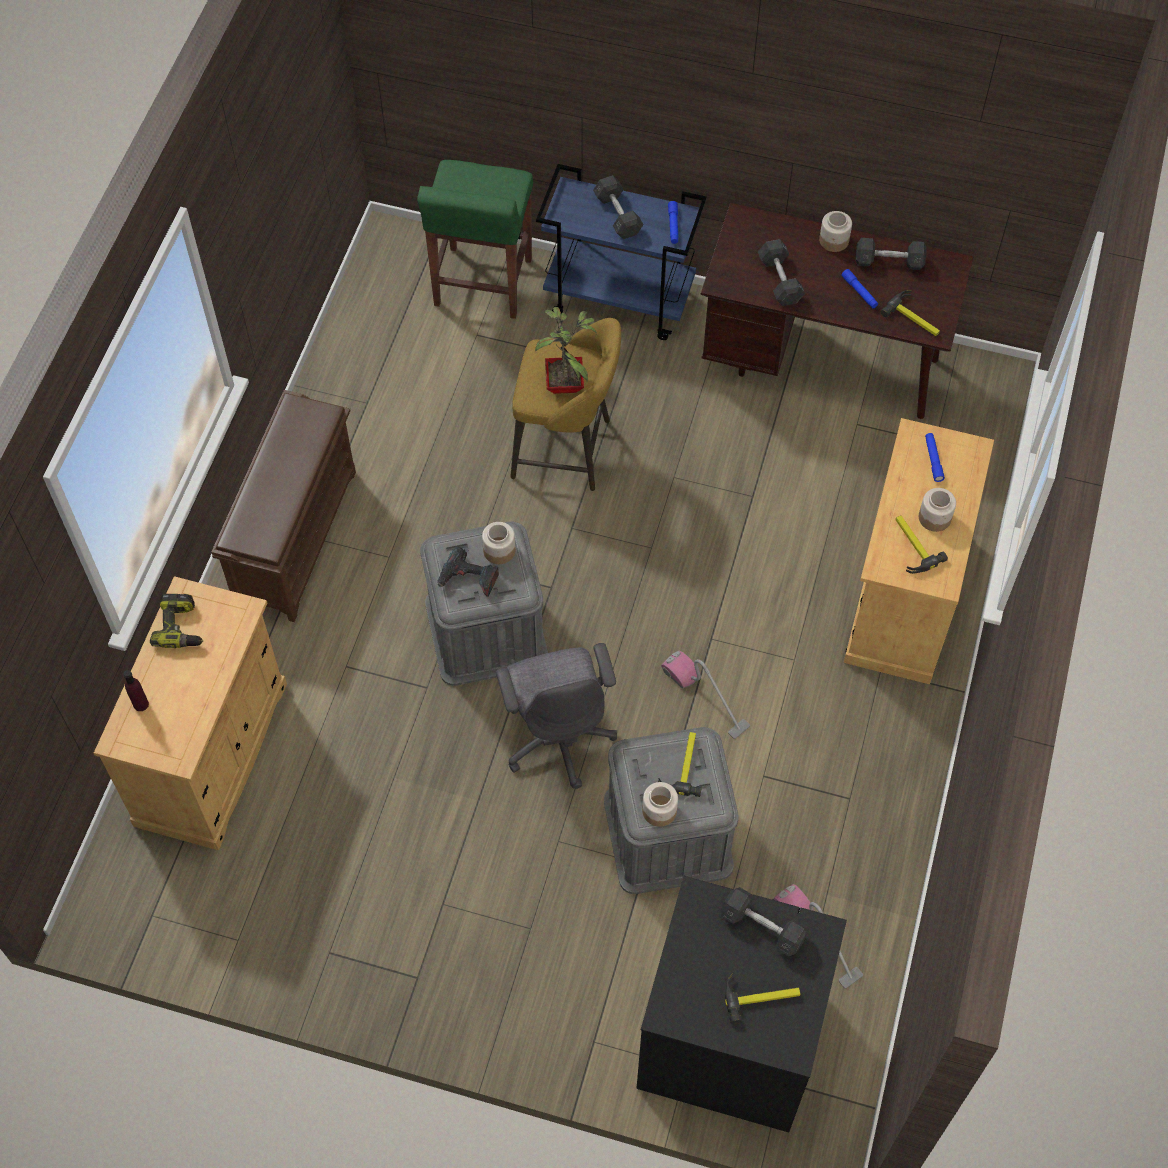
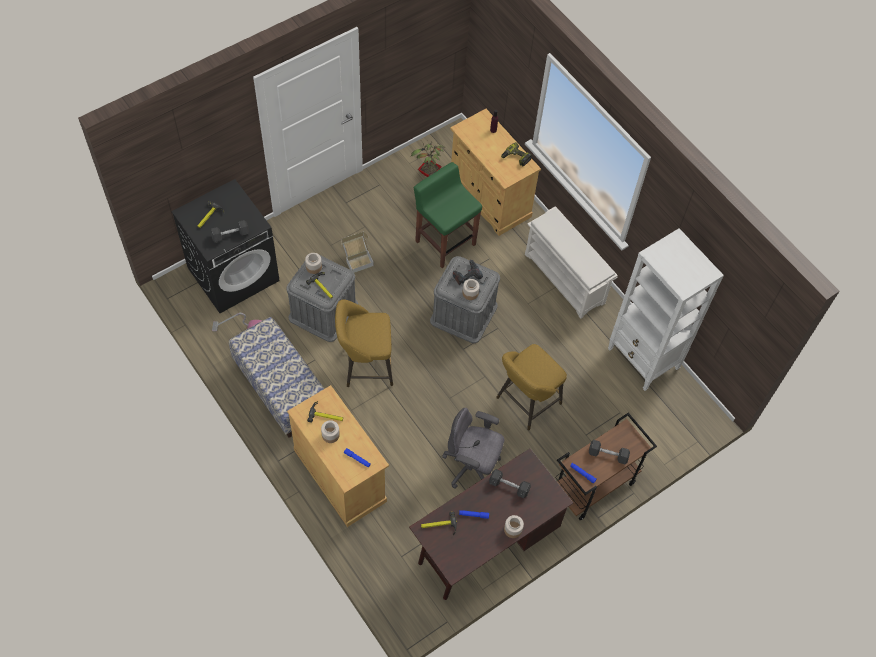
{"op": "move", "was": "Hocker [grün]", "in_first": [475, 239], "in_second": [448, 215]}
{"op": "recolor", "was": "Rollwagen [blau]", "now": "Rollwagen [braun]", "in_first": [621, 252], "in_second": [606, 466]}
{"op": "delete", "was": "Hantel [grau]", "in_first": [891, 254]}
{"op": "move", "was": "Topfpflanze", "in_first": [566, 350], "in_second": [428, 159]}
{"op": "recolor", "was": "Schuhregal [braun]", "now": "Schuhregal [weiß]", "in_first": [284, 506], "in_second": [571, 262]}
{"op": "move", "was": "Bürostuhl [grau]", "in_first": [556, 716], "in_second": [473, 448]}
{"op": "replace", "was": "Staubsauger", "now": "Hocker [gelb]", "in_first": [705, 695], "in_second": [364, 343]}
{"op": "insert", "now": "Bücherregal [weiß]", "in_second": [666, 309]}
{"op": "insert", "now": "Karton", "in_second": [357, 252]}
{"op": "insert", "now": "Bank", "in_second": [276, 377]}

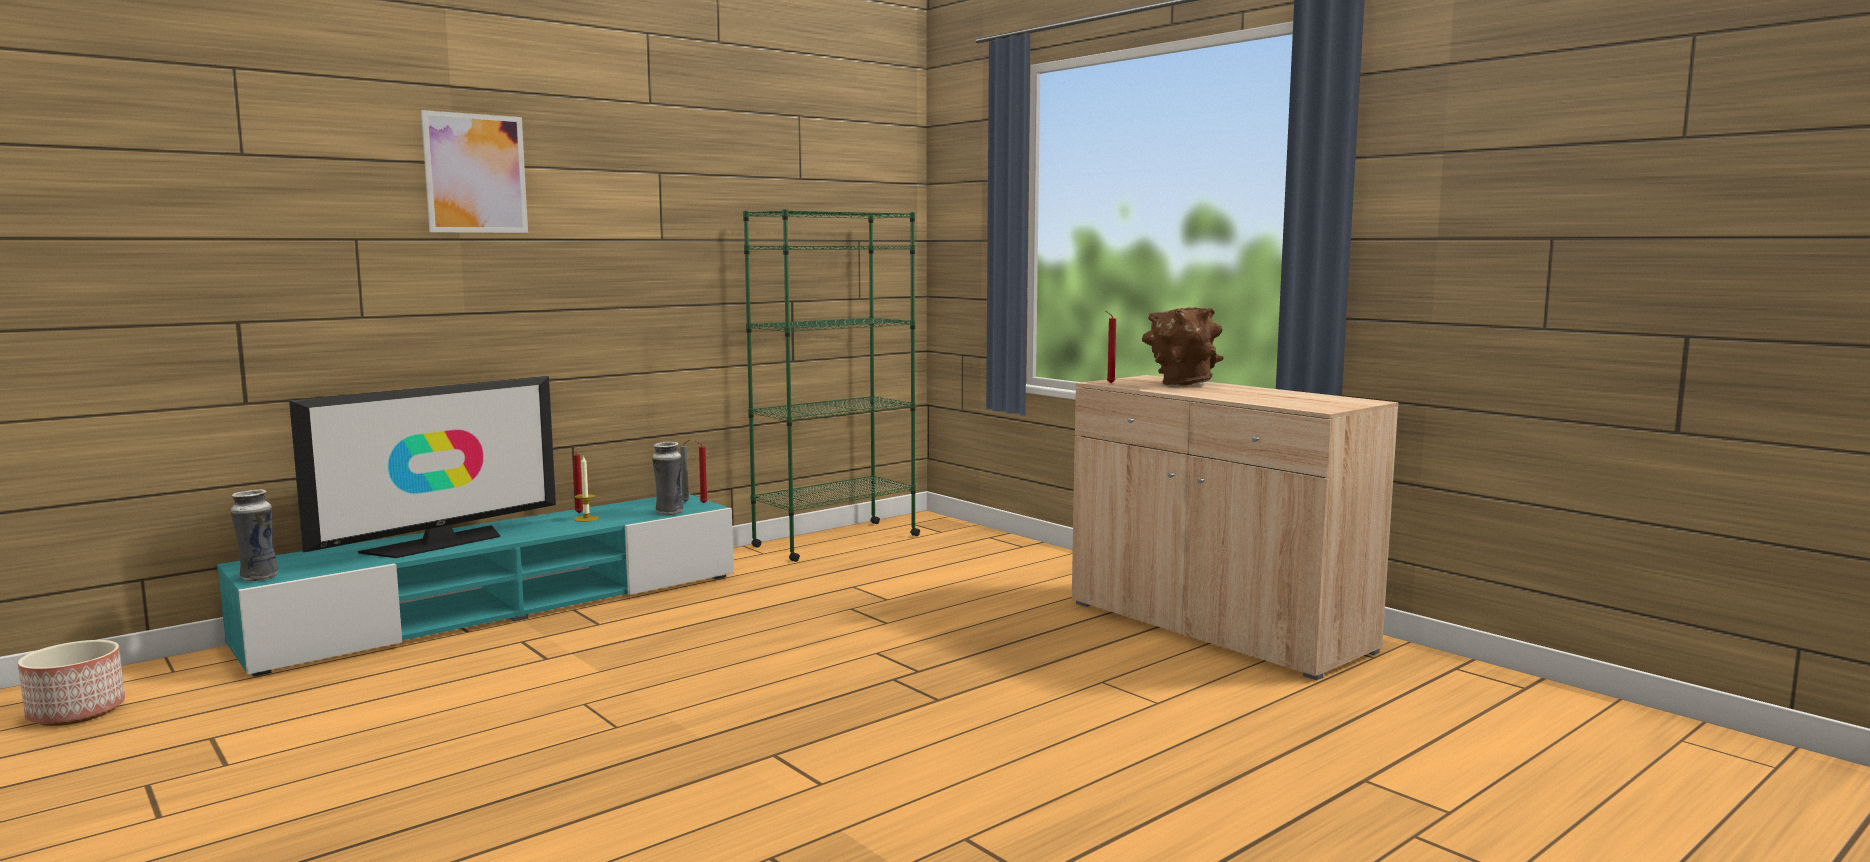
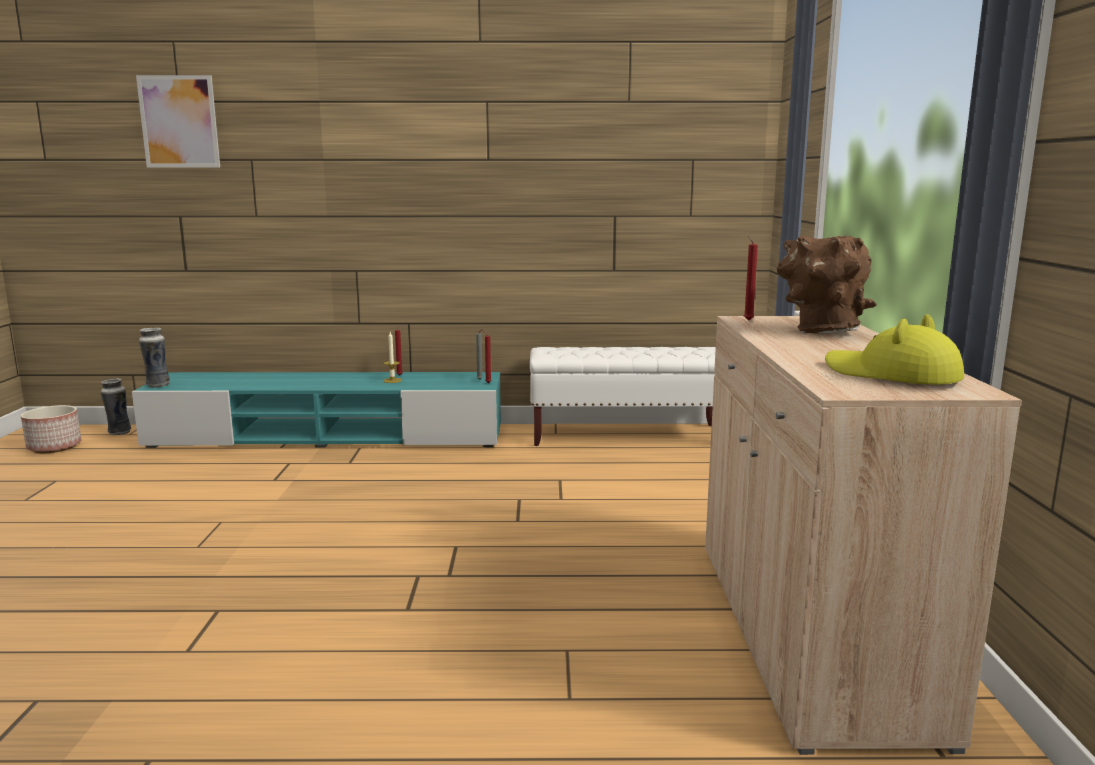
{"op": "move", "was": "Bild", "in_first": [474, 171], "in_second": [178, 121]}
{"op": "replace", "was": "Bücherregal [grün]", "now": "Bank [weiß]", "in_first": [831, 385], "in_second": [622, 396]}
{"op": "delete", "was": "Fernseher", "in_first": [422, 467]}
{"op": "move", "was": "Vase", "in_first": [668, 478], "in_second": [116, 406]}
{"op": "insert", "now": "Hut [gelb]", "in_second": [894, 349]}

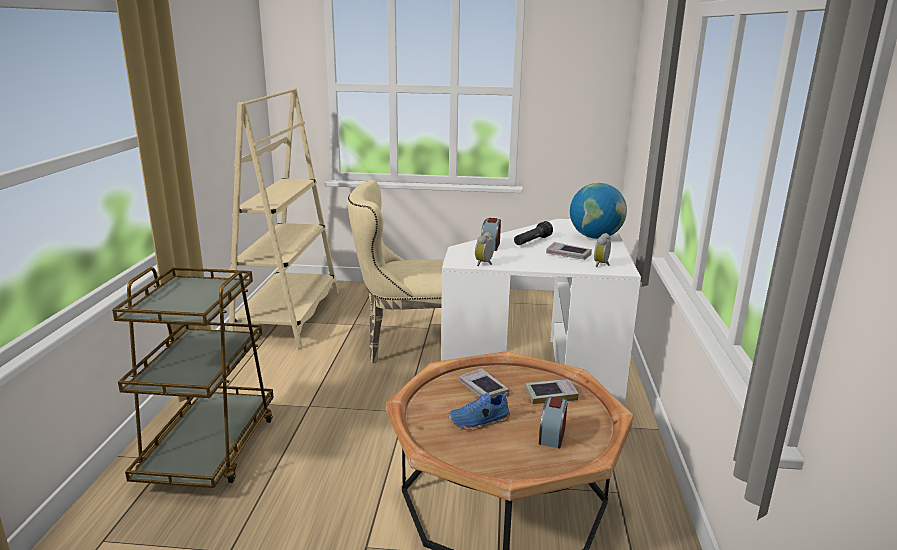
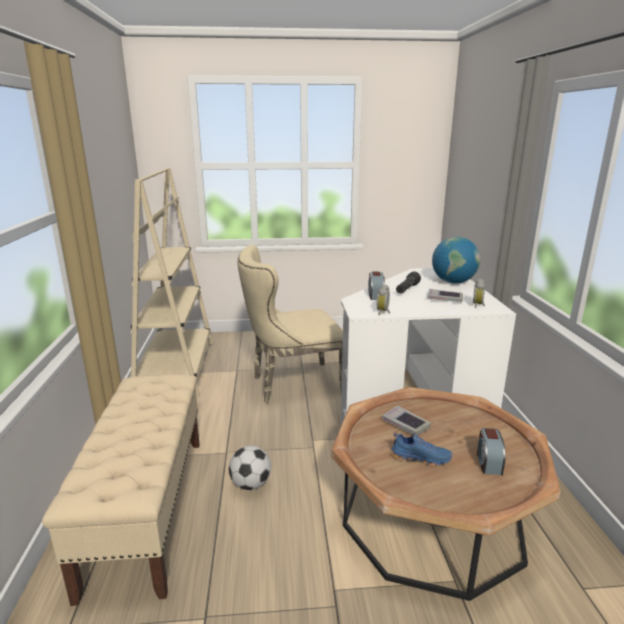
{"op": "replace", "was": "Rollwagen [braun]", "now": "Bank [beige]", "in_first": [193, 377], "in_second": [121, 490]}
{"op": "delete", "was": "Buch", "in_first": [552, 391]}
{"op": "rotate", "was": "Schuh [blau]", "in_first": [479, 411], "in_second": [422, 449], "clockwise": -135}
{"op": "insert", "now": "Fußball", "in_second": [250, 468]}

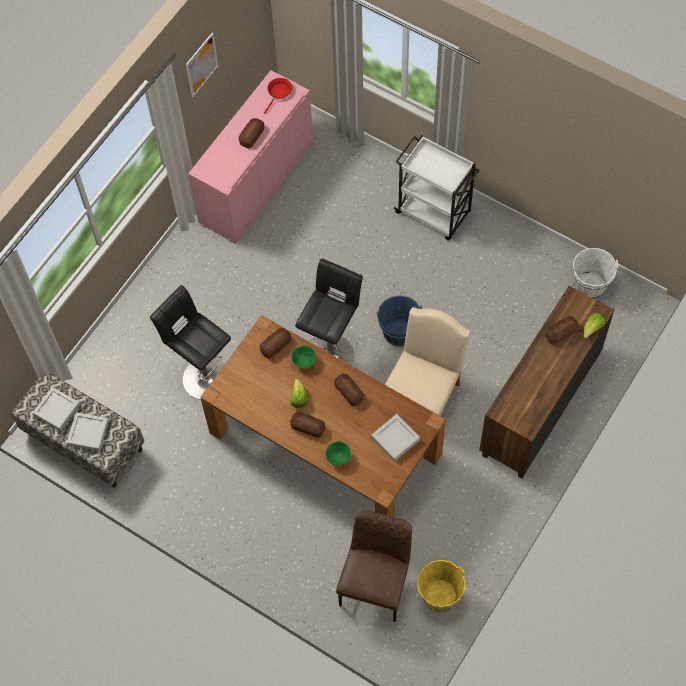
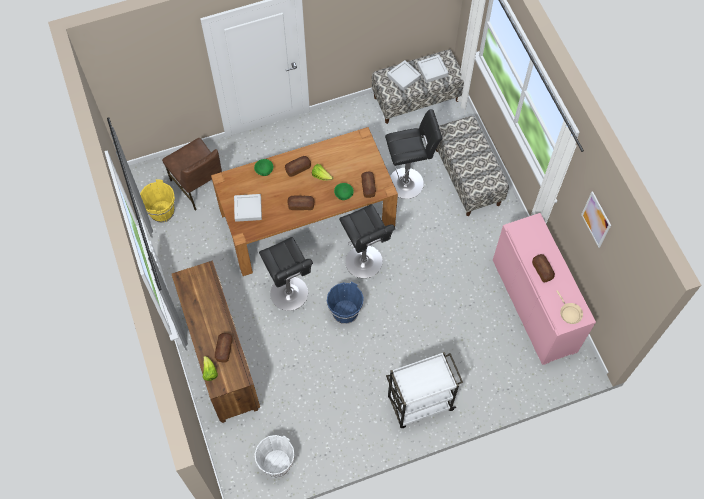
{"op": "recolor", "was": "Pfanne [rot]", "now": "Pfanne [beige]", "in_first": [278, 96], "in_second": [569, 307]}
{"op": "replace", "was": "Stuhl [beige]", "now": "Hocker [schwarz]", "in_first": [428, 361], "in_second": [286, 274]}
{"op": "insert", "now": "Bank", "in_second": [472, 166]}

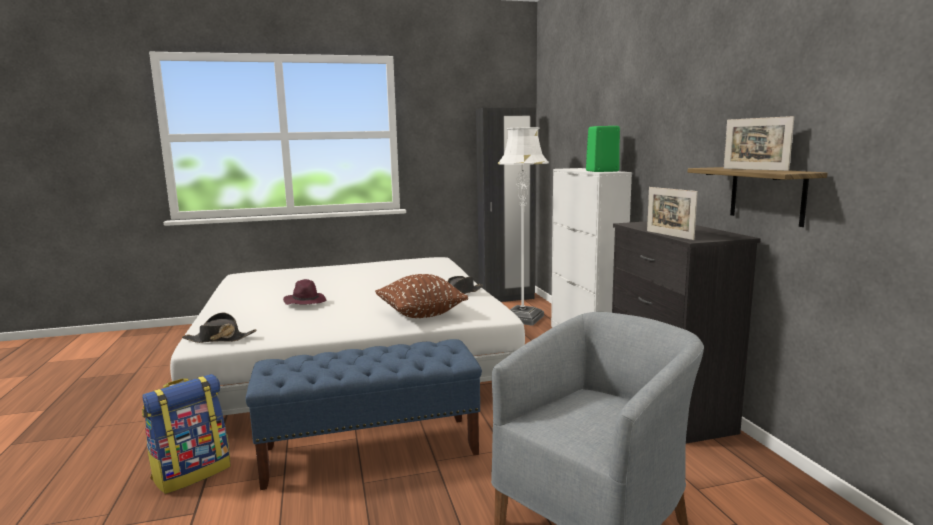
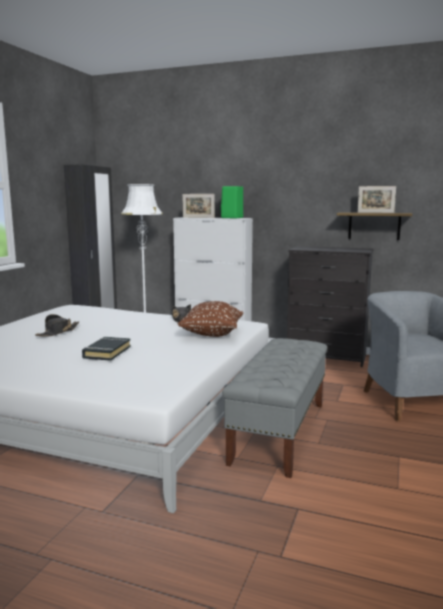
{"op": "move", "was": "Bilderrahmen", "in_first": [672, 213], "in_second": [198, 206]}
{"op": "replace", "was": "Hut [lila]", "now": "Buch [schwarz]", "in_first": [305, 292], "in_second": [106, 349]}
{"op": "move", "was": "Hut [schwarz]", "in_first": [219, 327], "in_second": [57, 325]}
{"op": "recolor", "was": "Bank [blau]", "now": "Bank [grau]", "in_first": [364, 414], "in_second": [274, 408]}
{"op": "delete", "was": "Rucksack", "in_first": [186, 434]}

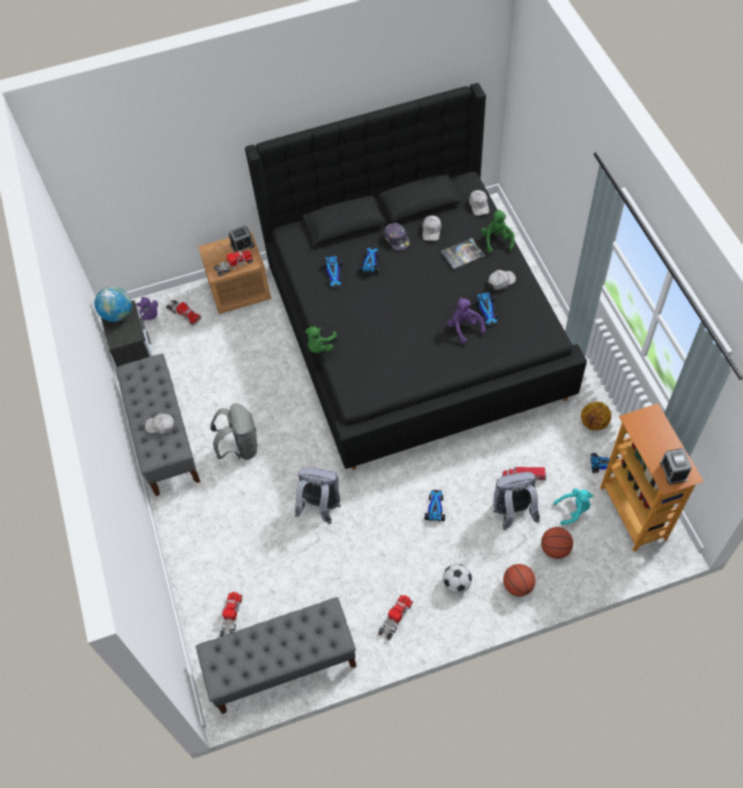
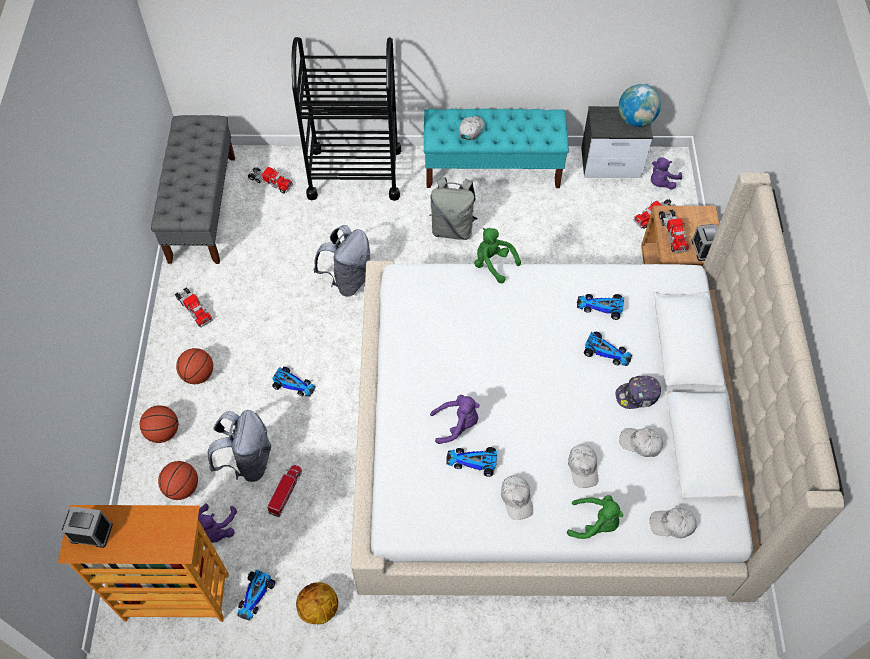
{"op": "recolor", "was": "Bett [schwarz]", "now": "Bett [beige]", "in_first": [416, 276], "in_second": [598, 387]}
{"op": "replace", "was": "Buch", "now": "Kappe [weiß]", "in_first": [463, 254], "in_second": [583, 466]}
{"op": "recolor", "was": "Bank [grau]", "now": "Bank [türkis]", "in_first": [157, 425], "in_second": [496, 148]}
{"op": "recolor", "was": "Plüschtier [türkis]", "now": "Plüschtier [lila]", "in_first": [573, 506], "in_second": [217, 523]}
{"op": "replace", "was": "Fußball", "now": "Basketball", "in_first": [457, 579], "in_second": [194, 366]}
{"op": "insert", "now": "Rollwagen [schwarz]", "in_second": [346, 119]}

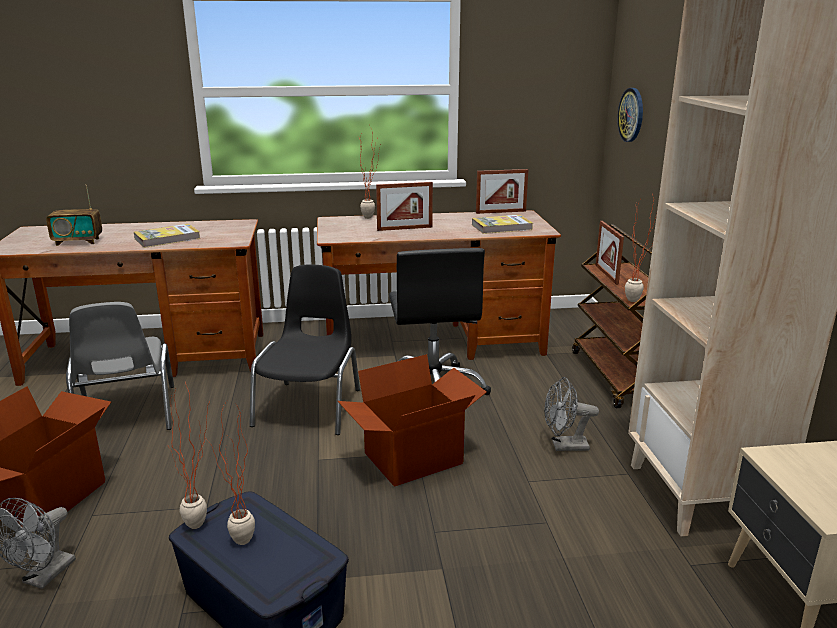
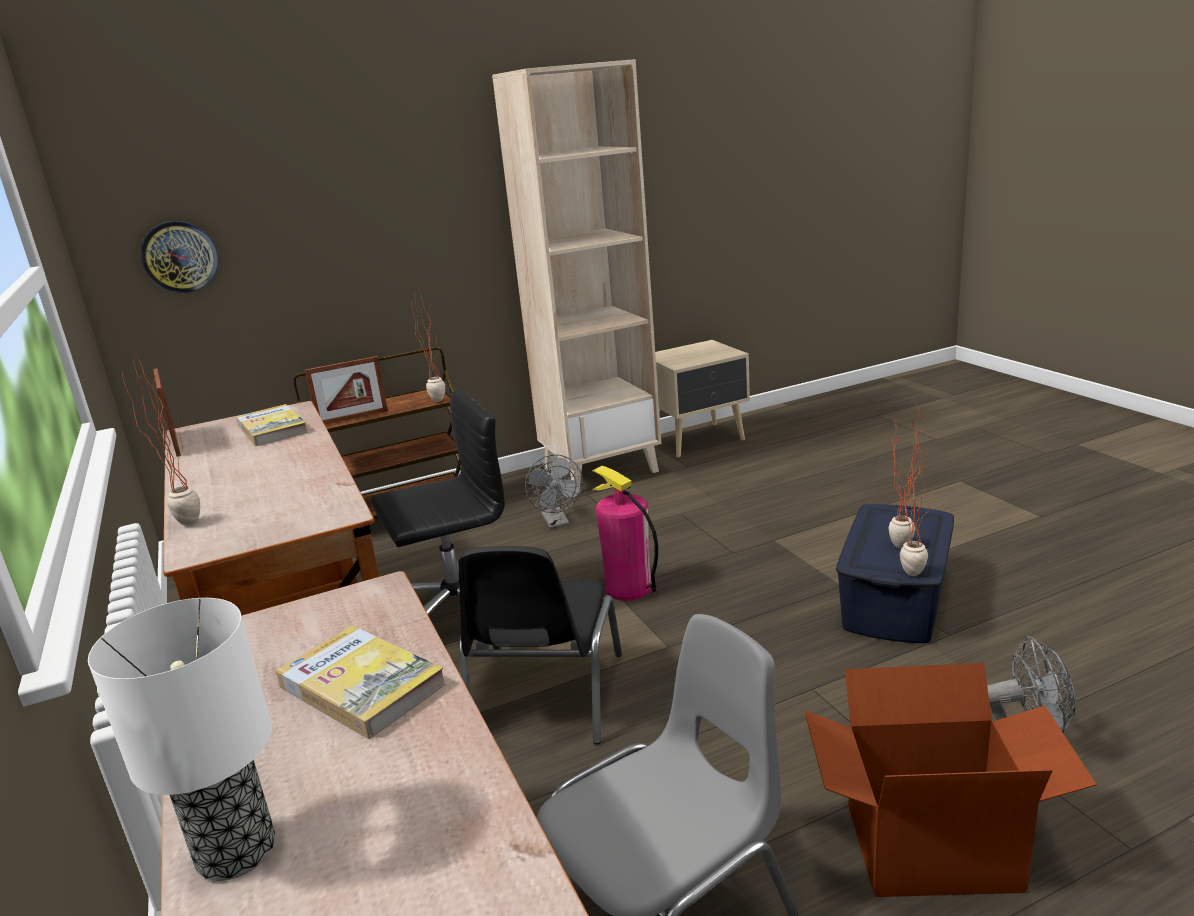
{"op": "delete", "was": "Bilderrahmen", "in_first": [404, 206]}
{"op": "delete", "was": "Radio", "in_first": [74, 215]}
{"op": "rotate", "was": "Stuhl [schwarz]", "in_first": [304, 349], "in_second": [540, 645], "clockwise": -75}
{"op": "replace", "was": "Karton", "now": "Feuerlöscher", "in_first": [412, 420], "in_second": [625, 533]}
{"op": "insert", "now": "Tischlampe", "in_second": [182, 739]}

